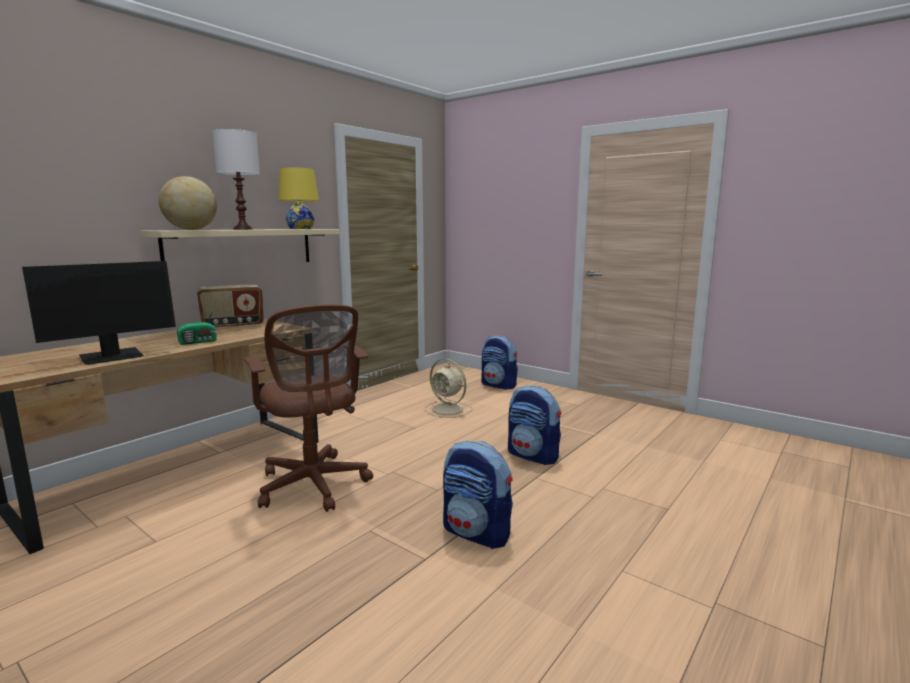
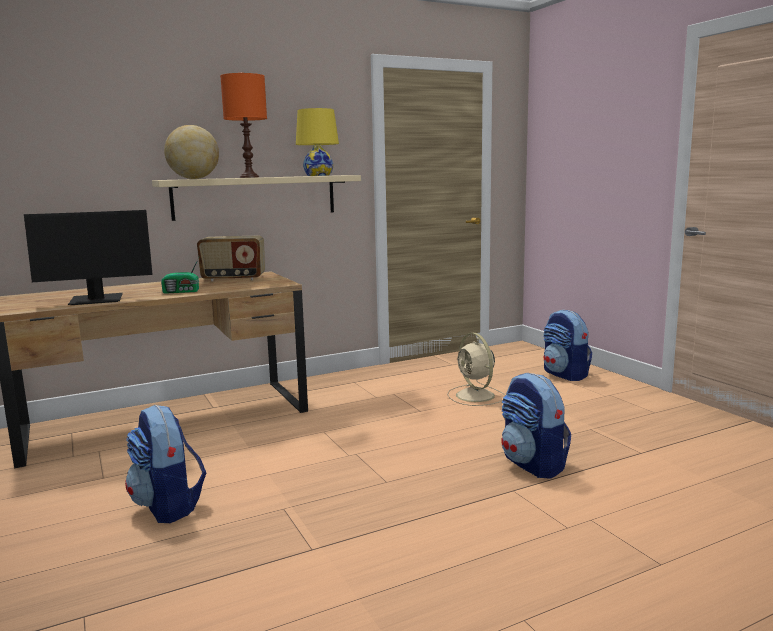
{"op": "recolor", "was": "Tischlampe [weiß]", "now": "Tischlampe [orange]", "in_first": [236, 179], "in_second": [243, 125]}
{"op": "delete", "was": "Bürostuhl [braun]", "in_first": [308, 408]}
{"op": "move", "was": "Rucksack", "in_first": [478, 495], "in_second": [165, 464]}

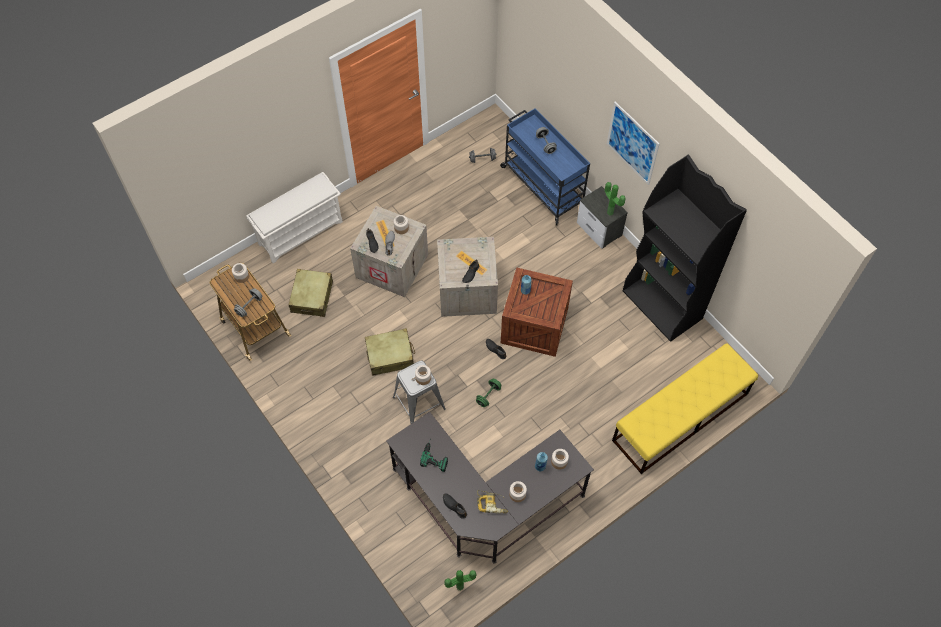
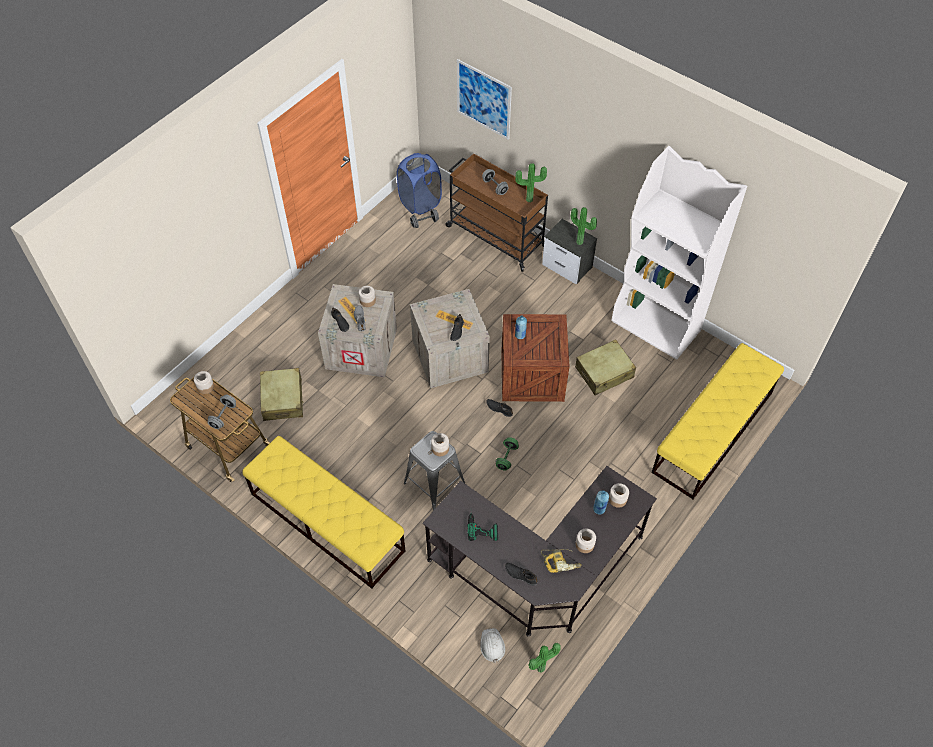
{"op": "move", "was": "Bild", "in_first": [633, 143], "in_second": [484, 99]}
{"op": "recolor", "was": "Rollwagen [blau]", "now": "Rollwagen [braun]", "in_first": [545, 167], "in_second": [496, 212]}
{"op": "recolor", "was": "Bücherregal [schwarz]", "now": "Bücherregal [weiß]", "in_first": [685, 248], "in_second": [679, 253]}
{"op": "delete", "was": "Schuhregal [weiß]", "in_first": [294, 217]}
{"op": "move", "was": "Koffer [beige]", "in_first": [390, 352], "in_second": [605, 367]}
{"op": "insert", "now": "Wäschekorb [blau]", "in_second": [419, 184]}
{"op": "insert", "now": "Topfpflanze", "in_second": [531, 182]}
{"op": "insert", "now": "Bank [gelb]", "in_second": [323, 512]}
{"op": "insert", "now": "Schutzhelm [weiß]", "in_second": [492, 645]}

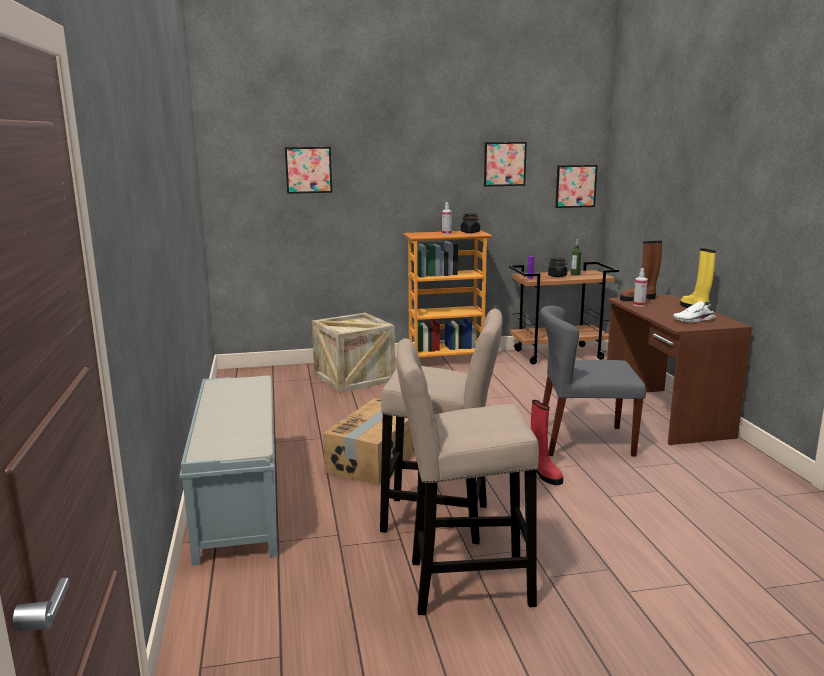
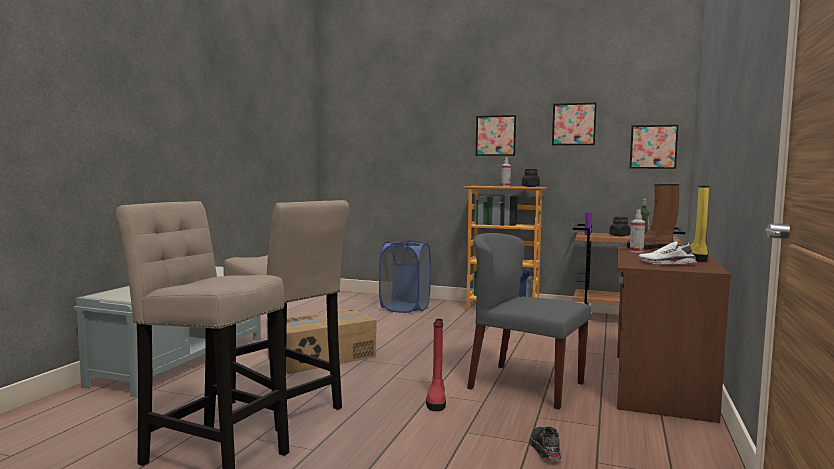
{"op": "move", "was": "Bild", "in_first": [308, 170], "in_second": [496, 135]}
{"op": "replace", "was": "Kiste", "now": "Wäschekorb [blau]", "in_first": [353, 353], "in_second": [405, 276]}
{"op": "insert", "now": "Schuh [schwarz]", "in_second": [545, 443]}

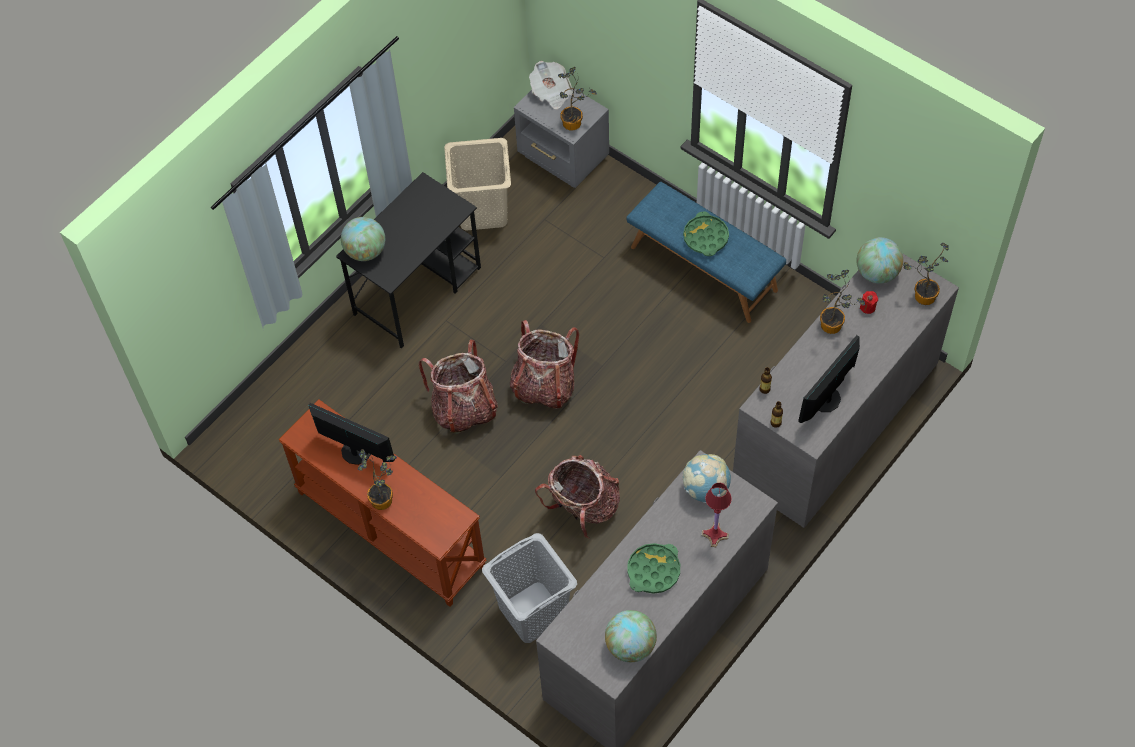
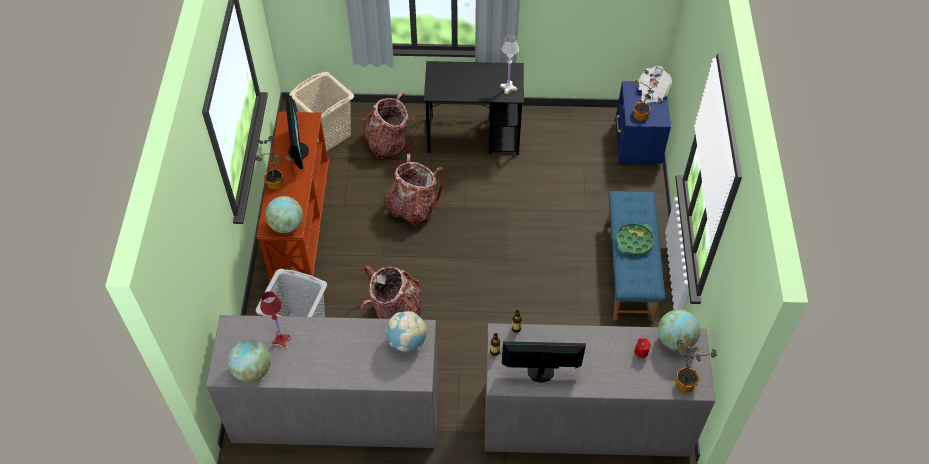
{"op": "recolor", "was": "Nachttisch [grau]", "now": "Nachttisch [blau]", "in_first": [561, 137], "in_second": [643, 122]}
{"op": "move", "was": "Wäschekorb [beige]", "in_first": [477, 184], "in_second": [321, 111]}
{"op": "move", "was": "Globus", "in_first": [363, 239], "in_second": [284, 214]}
{"op": "delete", "was": "Topfpflanze", "in_first": [842, 302]}
{"op": "move", "was": "Rucksack", "in_first": [544, 364], "in_second": [390, 125]}
{"op": "move", "was": "Tischlampe [rot]", "in_first": [716, 515], "in_second": [276, 320]}
{"op": "delete", "was": "Tablett [grün]", "in_first": [653, 568]}
{"op": "insert", "now": "Tischlampe [weiß]", "in_second": [509, 65]}

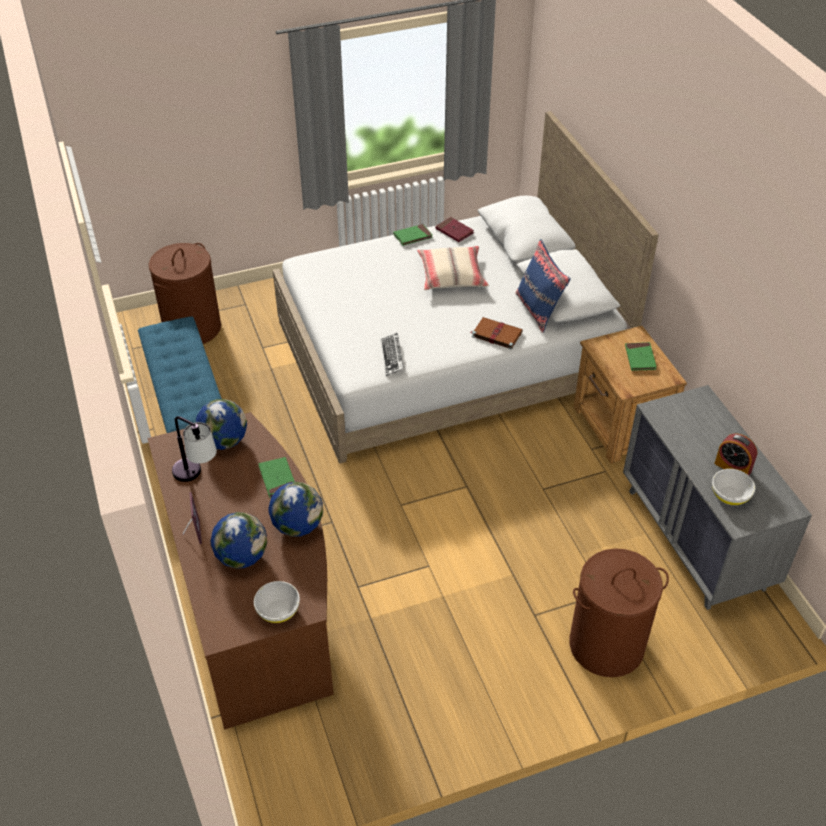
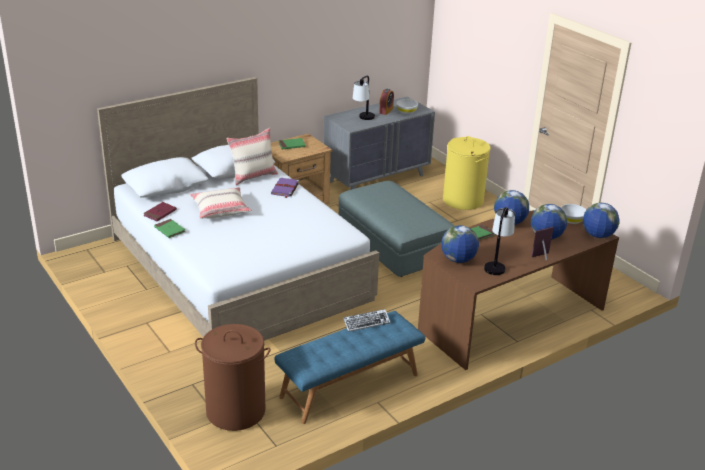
{"op": "recolor", "was": "Kissen [blau]", "now": "Kissen [beige]", "in_first": [543, 286], "in_second": [252, 156]}
{"op": "recolor", "was": "Buch [braun]", "now": "Buch [lila]", "in_first": [496, 333], "in_second": [285, 188]}
{"op": "move", "was": "Tastatur", "in_first": [392, 354], "in_second": [366, 320]}
{"op": "recolor", "was": "Wäschekorb [braun]", "now": "Wäschekorb [gelb]", "in_first": [619, 612], "in_second": [466, 173]}
{"op": "insert", "now": "Tischlampe", "in_second": [364, 97]}
{"op": "insert", "now": "Polsterhocker [grau]", "in_second": [396, 229]}
{"op": "insert", "now": "Globus", "in_second": [601, 220]}

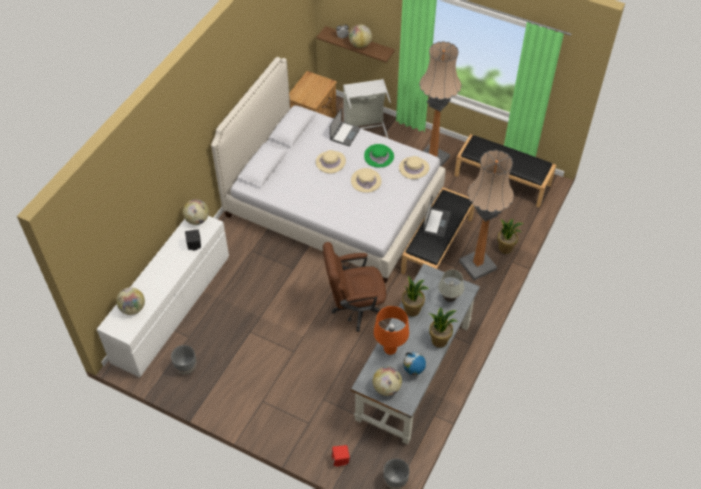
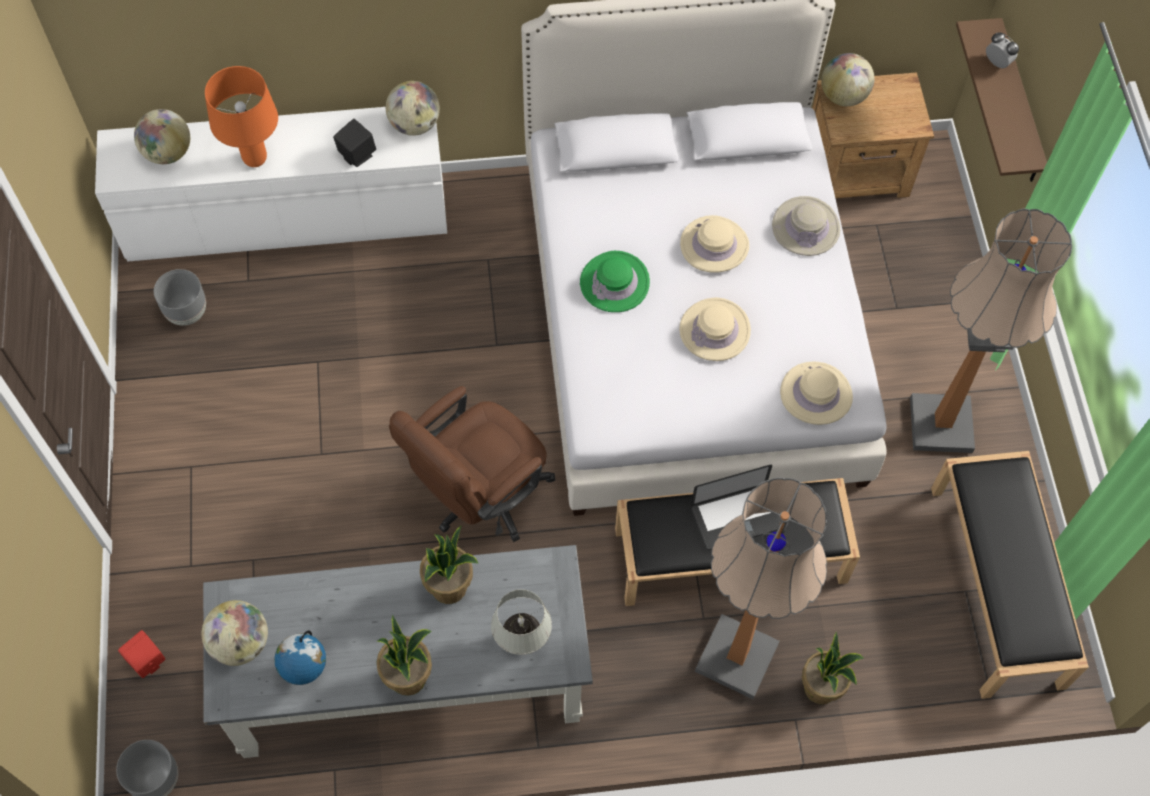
{"op": "move", "was": "Globus", "in_first": [360, 36], "in_second": [848, 79]}
{"op": "delete", "was": "Wäschekorb [grau]", "in_first": [367, 108]}
{"op": "replace", "was": "Laptop", "now": "Hut [beige]", "in_first": [345, 127], "in_second": [806, 226]}
{"op": "move", "was": "Hut [grün]", "in_first": [379, 156], "in_second": [615, 281]}
{"op": "rotate", "was": "Bürostuhl [braun]", "in_first": [356, 287], "in_second": [472, 464], "clockwise": -90}
{"op": "move", "was": "Tischlampe [orange]", "in_first": [391, 330], "in_second": [241, 116]}

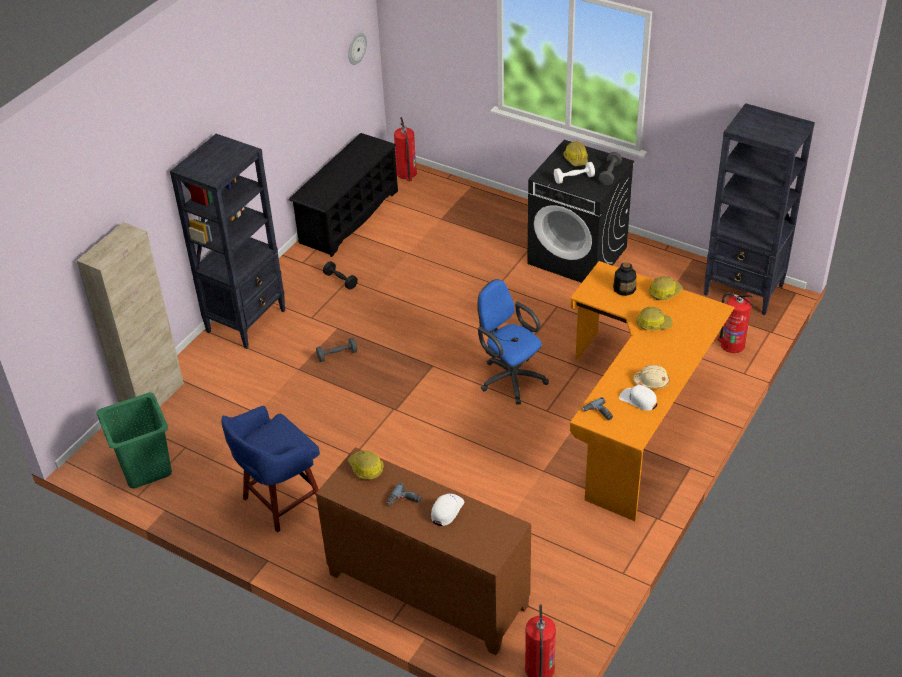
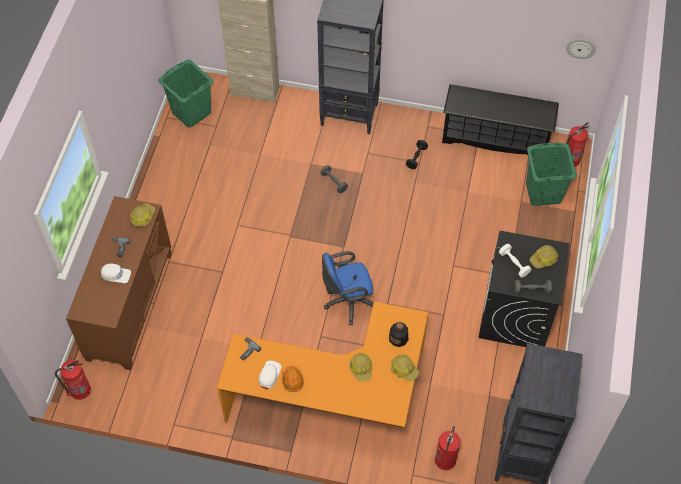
{"op": "rotate", "was": "Bürostuhl [blau]", "in_first": [513, 342], "in_second": [348, 288], "clockwise": -135}
{"op": "recolor", "was": "Schutzhelm [beige]", "now": "Schutzhelm [orange]", "in_first": [651, 377], "in_second": [293, 378]}
{"op": "delete", "was": "Hocker [blau]", "in_first": [271, 469]}
{"op": "insert", "now": "Wäschekorb [grün]", "in_second": [551, 174]}

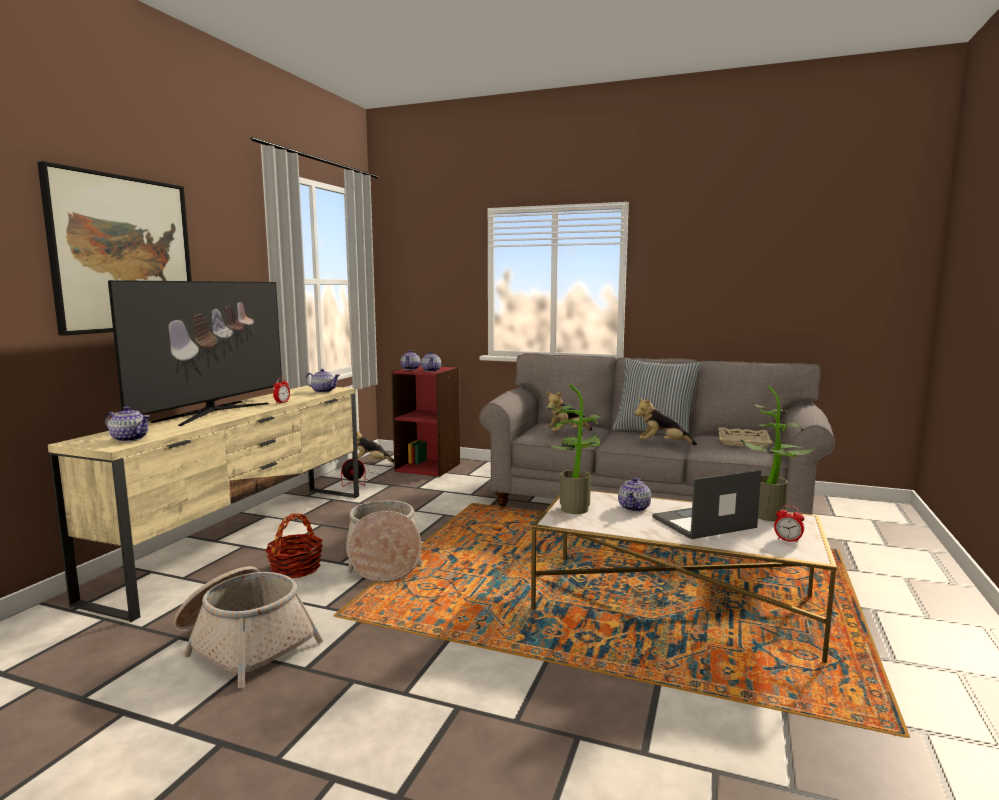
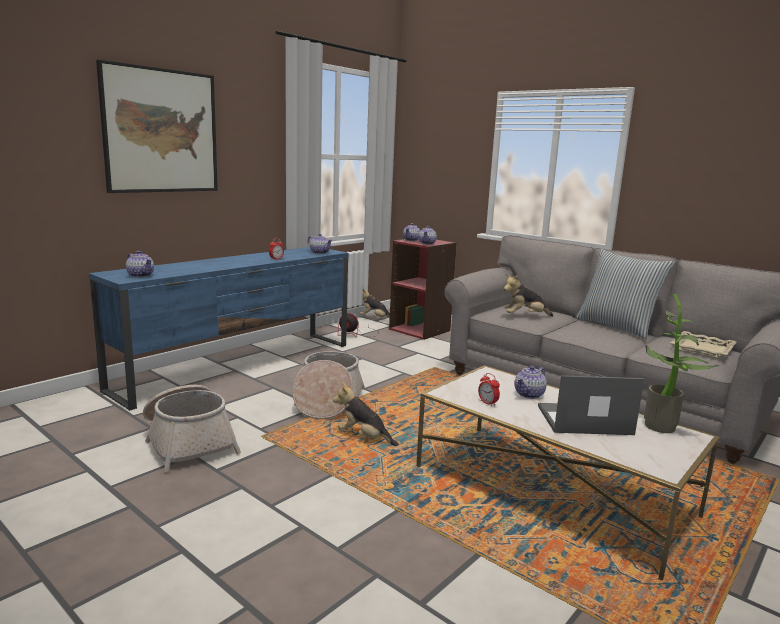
{"op": "delete", "was": "Fernseher", "in_first": [195, 353]}
{"op": "delete", "was": "Topfpflanze", "in_first": [574, 449]}
{"op": "recolor", "was": "Fernsehschrank [beige]", "now": "Fernsehschrank [blau]", "in_first": [203, 503], "in_second": [219, 329]}
{"op": "move", "was": "Plüschtier", "in_first": [665, 421], "in_second": [366, 414]}
{"op": "move", "was": "Wecker", "in_first": [789, 524], "in_second": [489, 389]}
{"op": "delete", "was": "Korb", "in_first": [294, 545]}

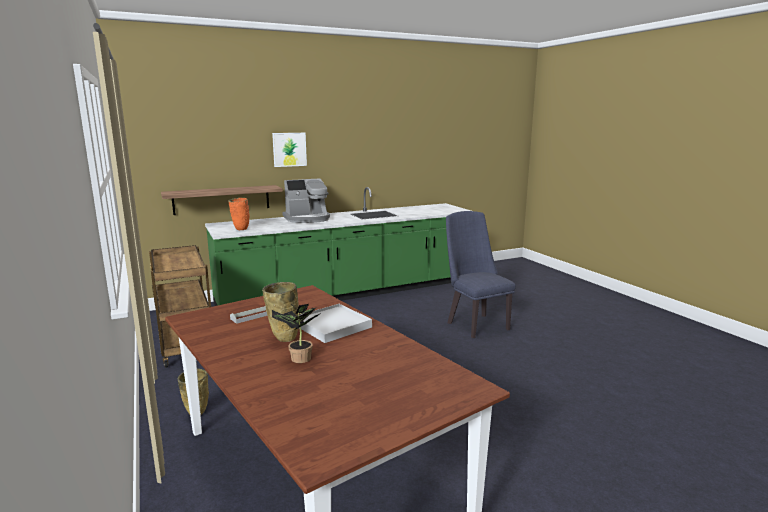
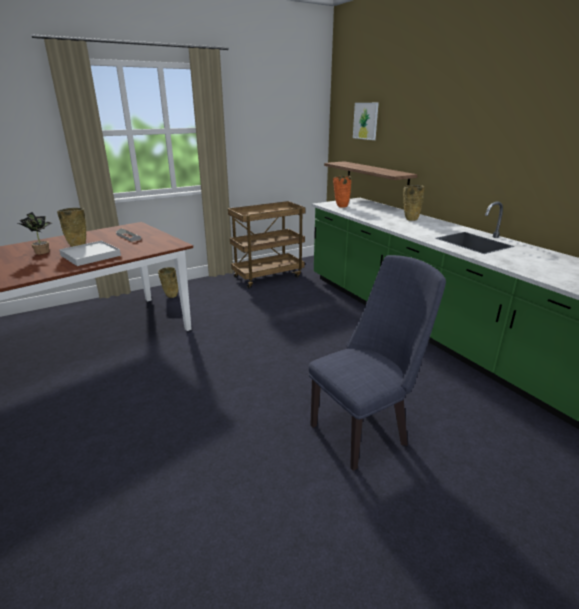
{"op": "move", "was": "Bild", "in_first": [289, 150], "in_second": [366, 121]}
{"op": "replace", "was": "Kaffeemaschine", "now": "Vase [beige]", "in_first": [306, 200], "in_second": [414, 203]}

